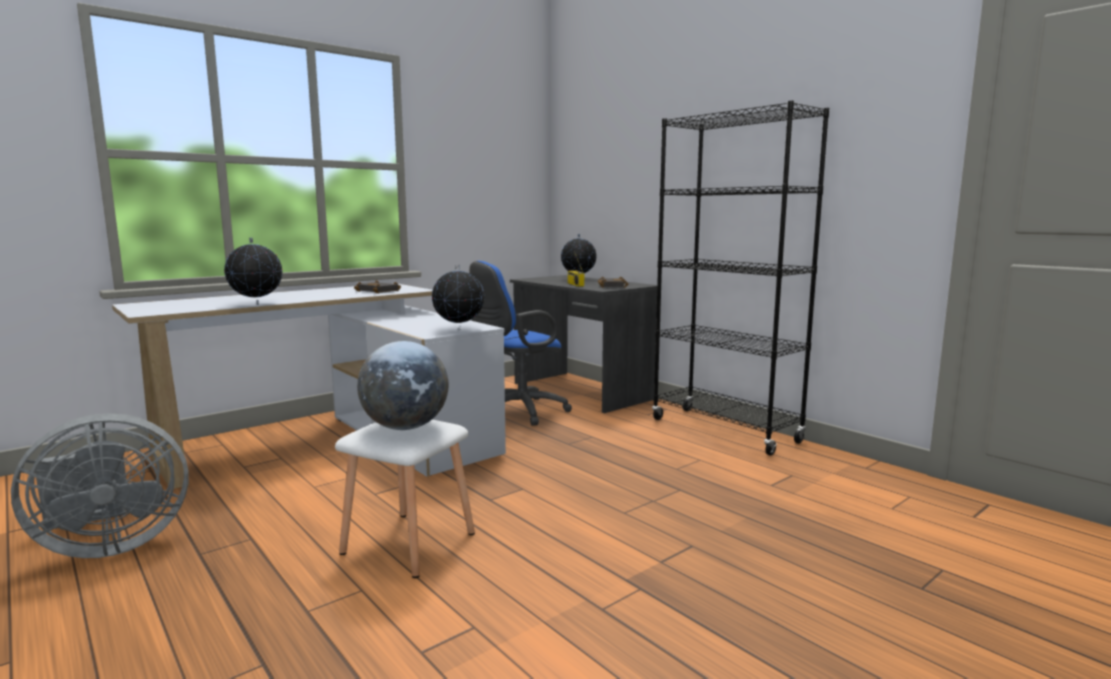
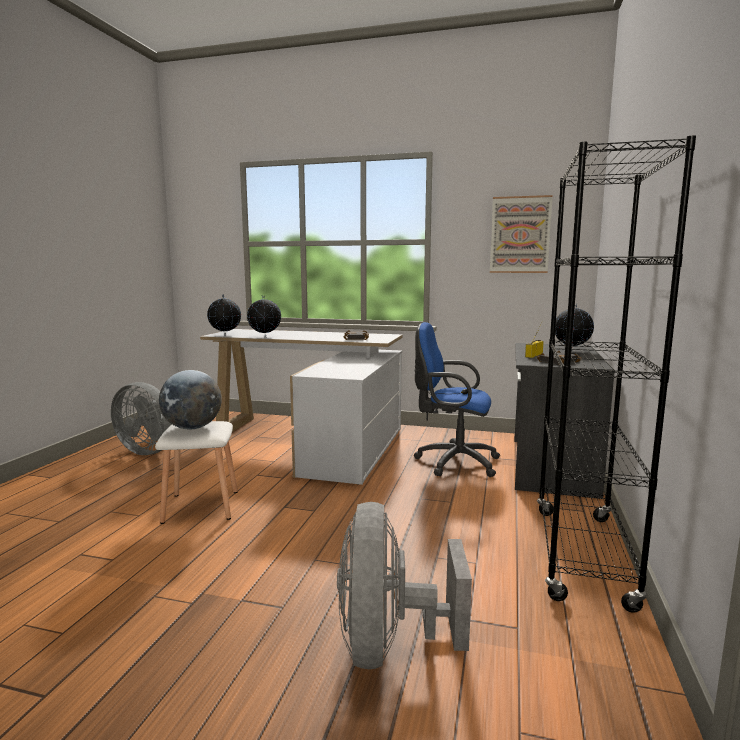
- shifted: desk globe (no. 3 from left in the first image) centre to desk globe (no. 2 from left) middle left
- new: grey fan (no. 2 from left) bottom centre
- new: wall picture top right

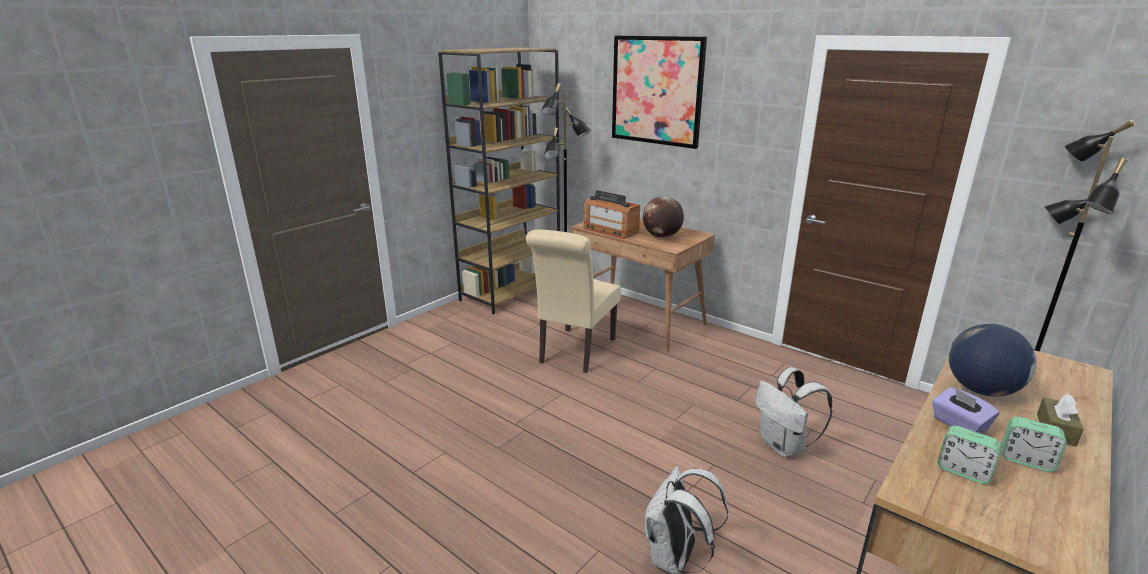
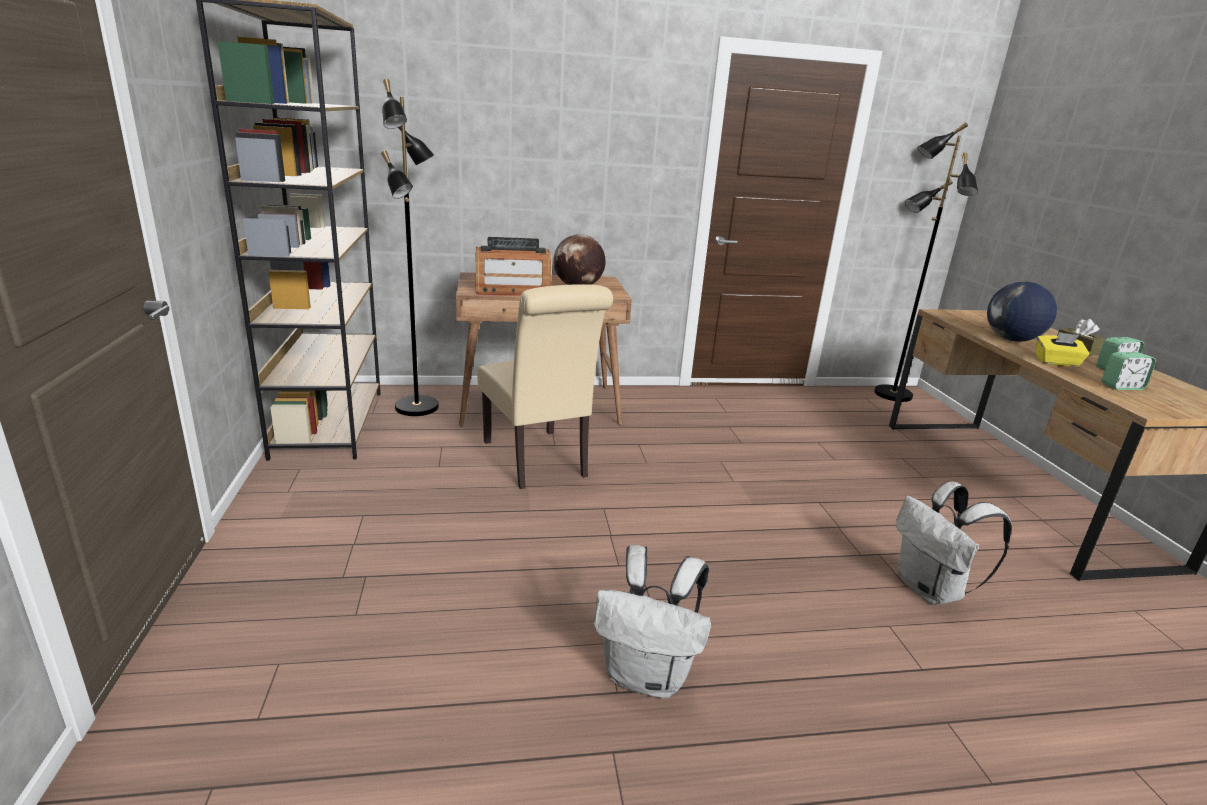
- shifted: white-coloured backpack (no. 2 from left in the first image) bottom right to white-coloured backpack (no. 1 from left) bottom centre
- repainted: purple box of tissues bottom right to yellowish box of tissues middle right
- gone: wall picture top centre

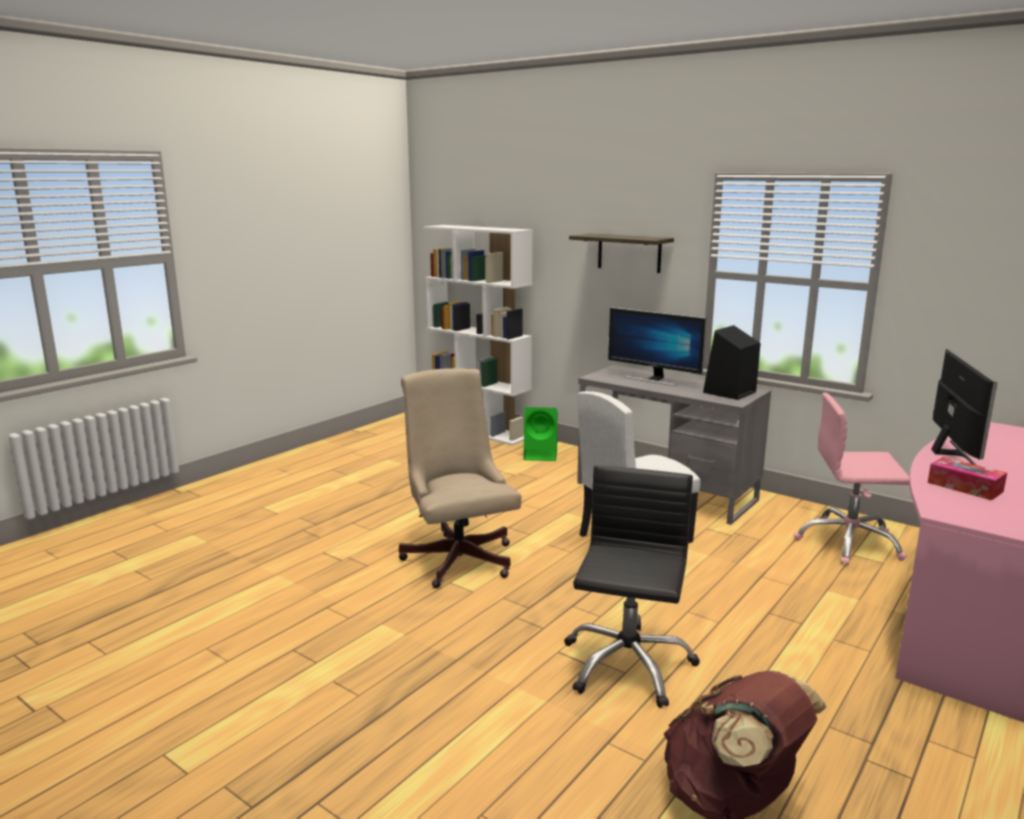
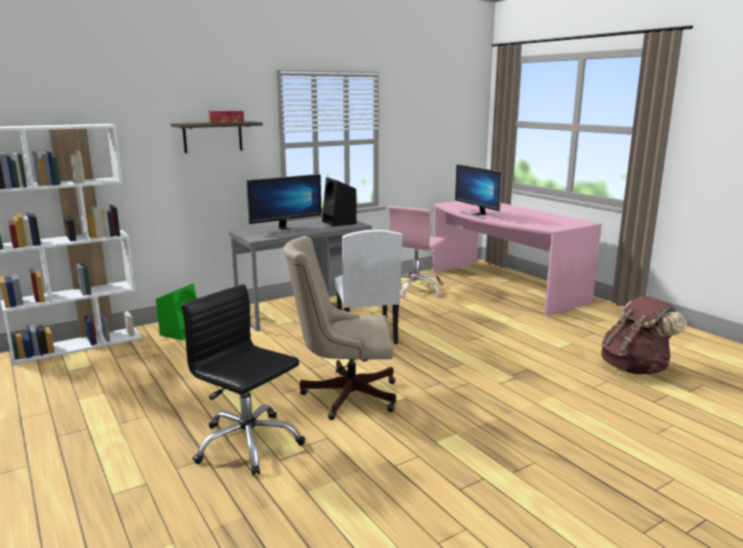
- shifted: blackish computer chair bottom centre to bottom left
- shifted: box of tissues middle right to top left
- rotated: computer display (no. 2 from left) middle right = centre 150 degrees counterclockwise

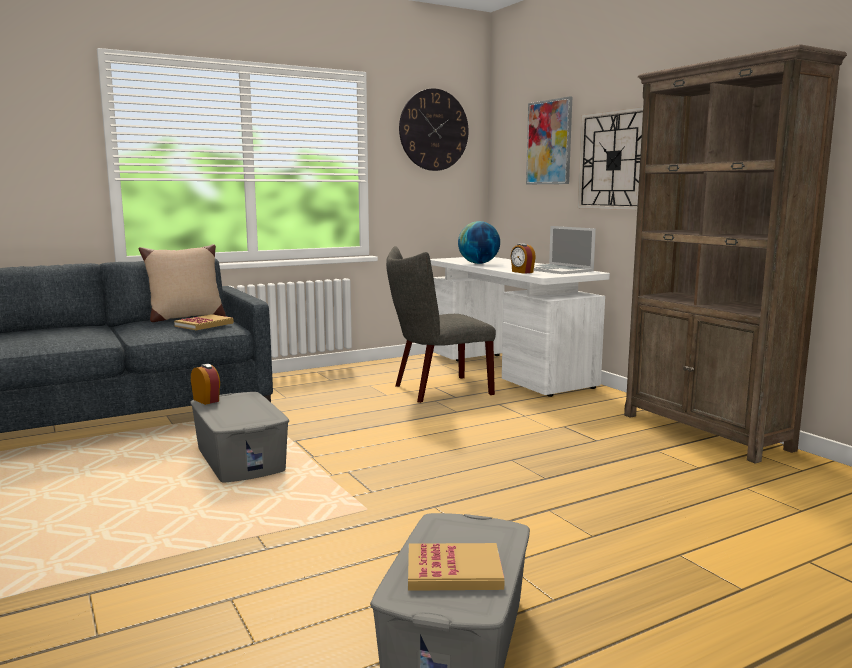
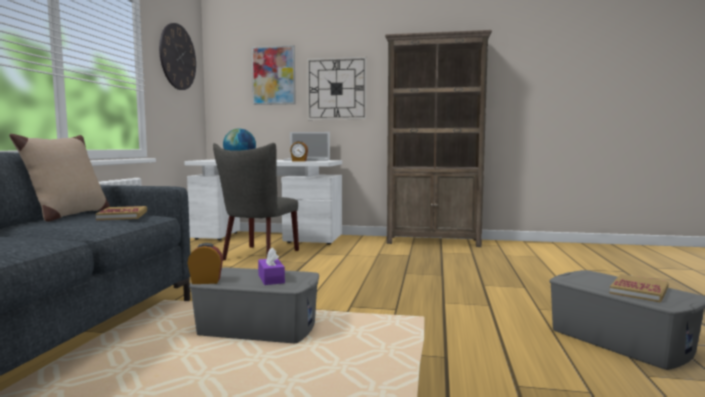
- new: purple box of tissues bottom centre

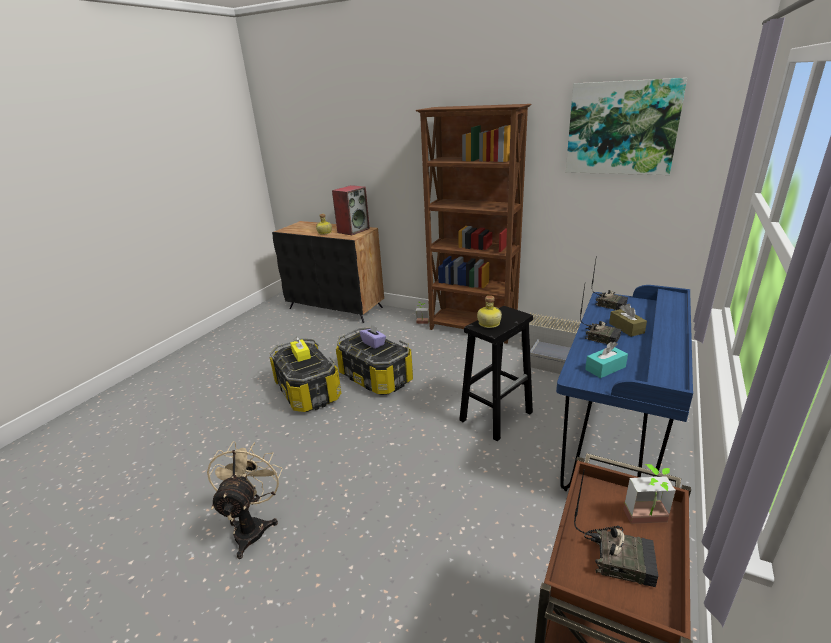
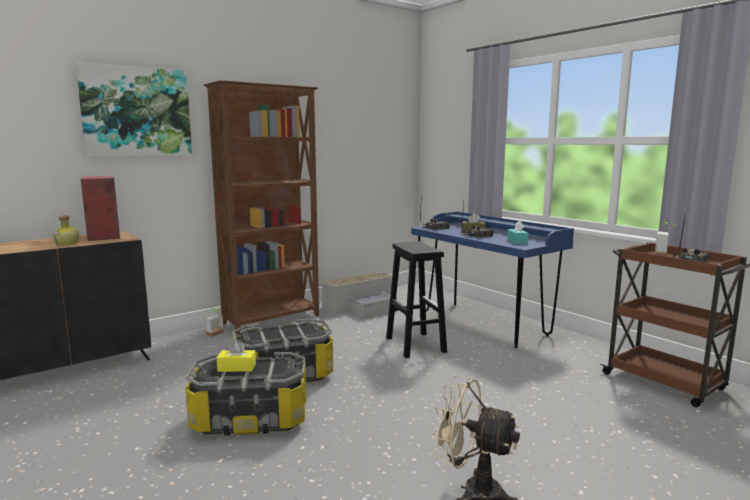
- shifted: wall picture top right to top left
- gone: purple box of tissues centre
- gone: drink bottle (no. 2 from left) centre

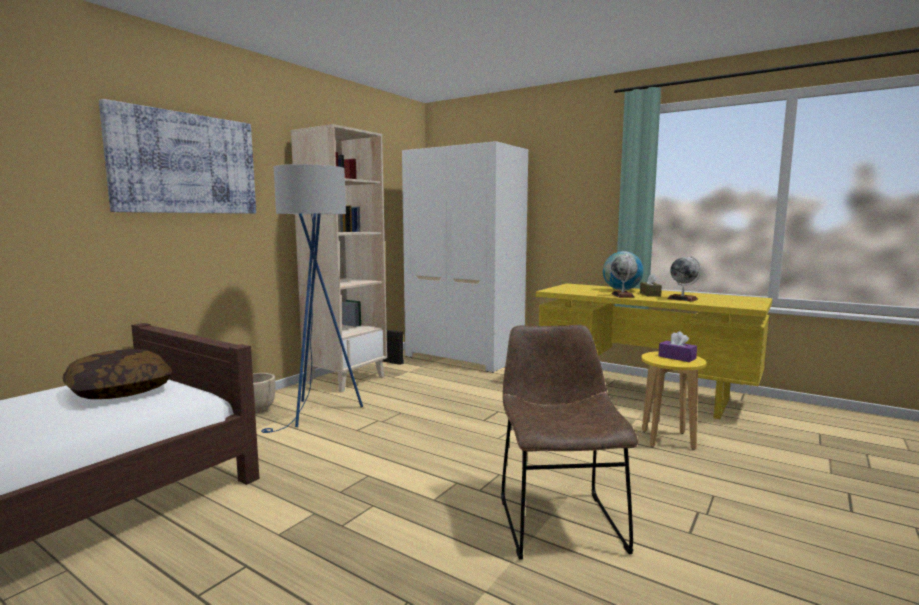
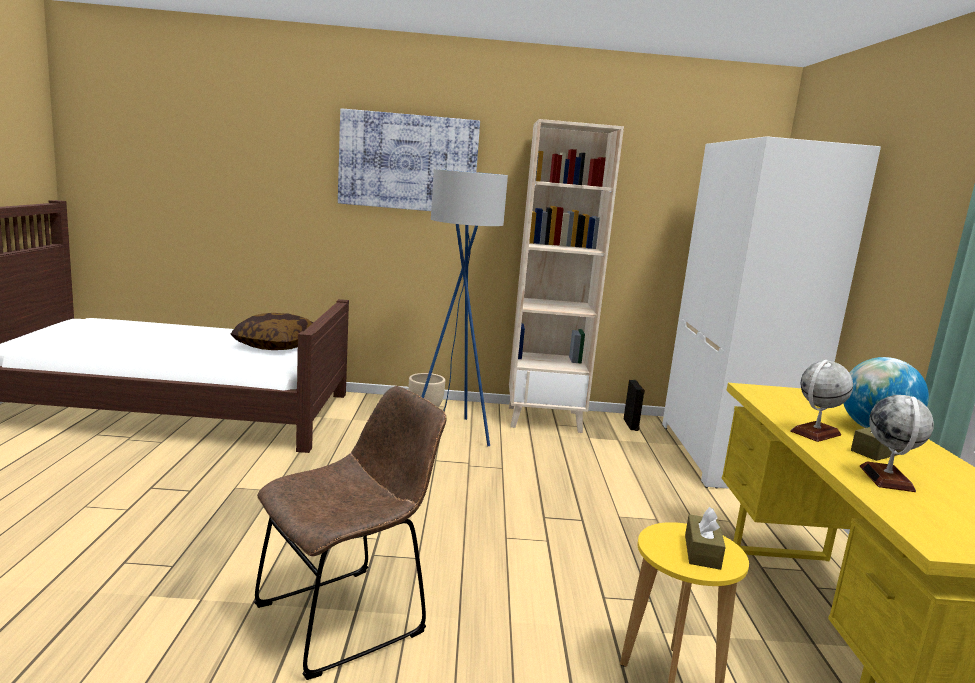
- repainted: purple box of tissues middle right to brown box of tissues (no. 1 from left) bottom right

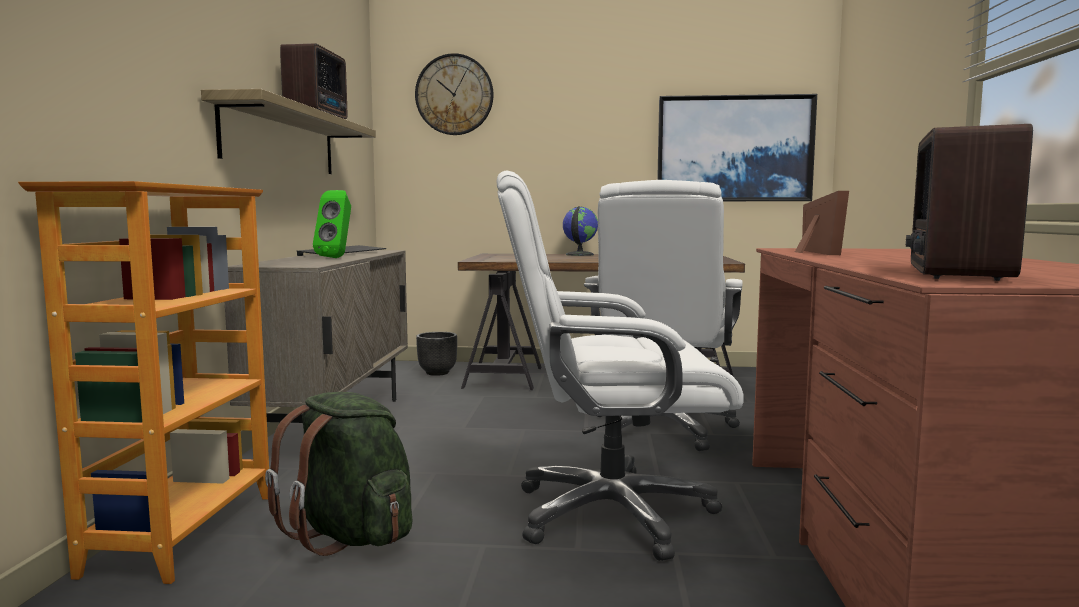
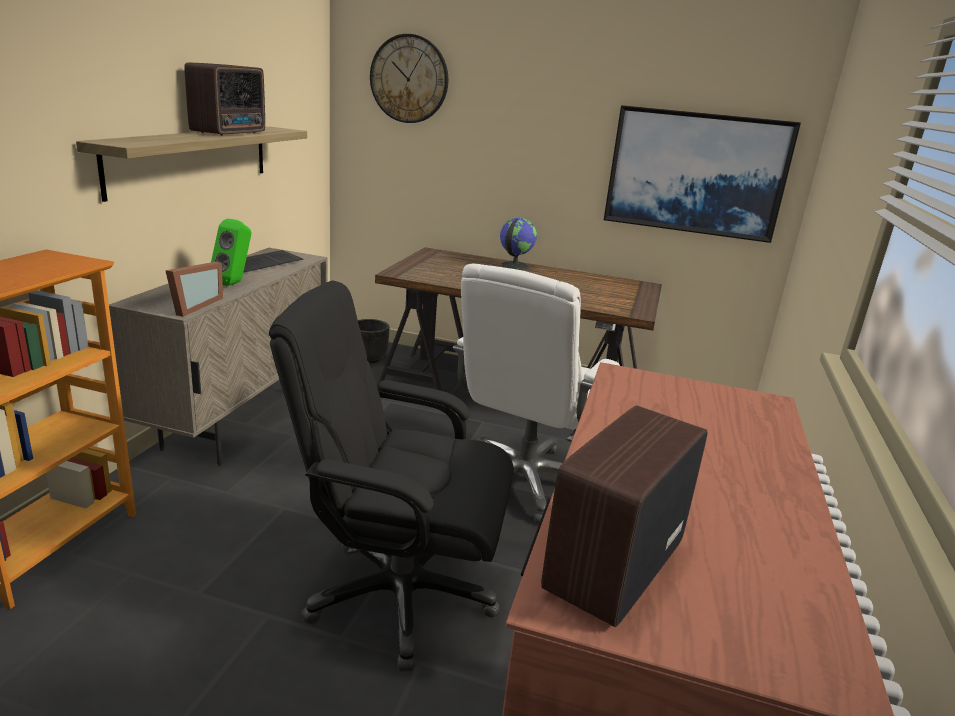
- shifted: standing frame middle right to middle left
- repainted: white-coloured computer chair (no. 1 from left) centre to blackish computer chair centre
- gone: green-coloured backpack bottom left

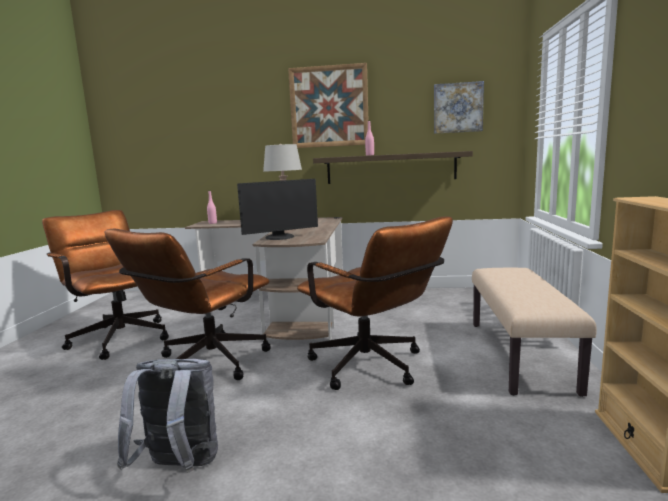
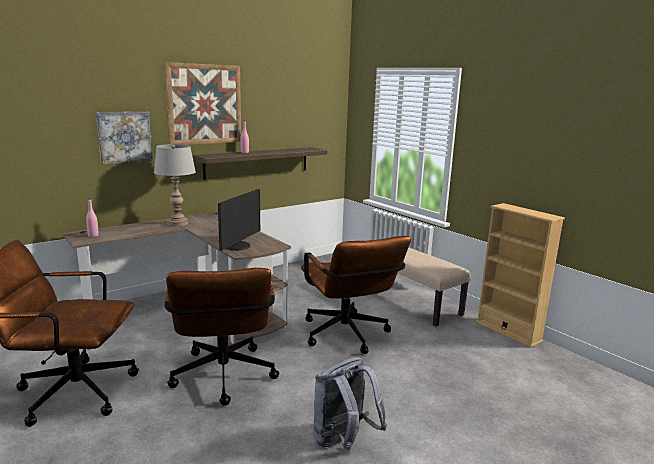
- shifted: wall picture (no. 2 from left in the first image) top right to wall picture (no. 1 from left) top left
- rotated: brown computer chair (no. 3 from left) centre = centre 60 degrees clockwise

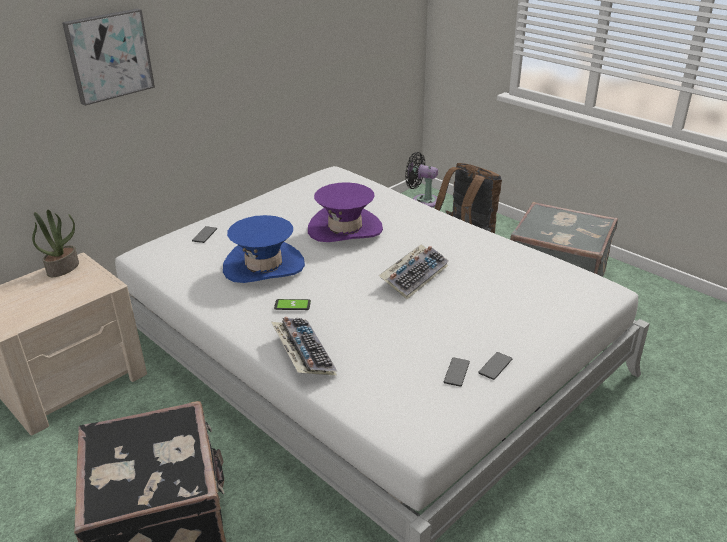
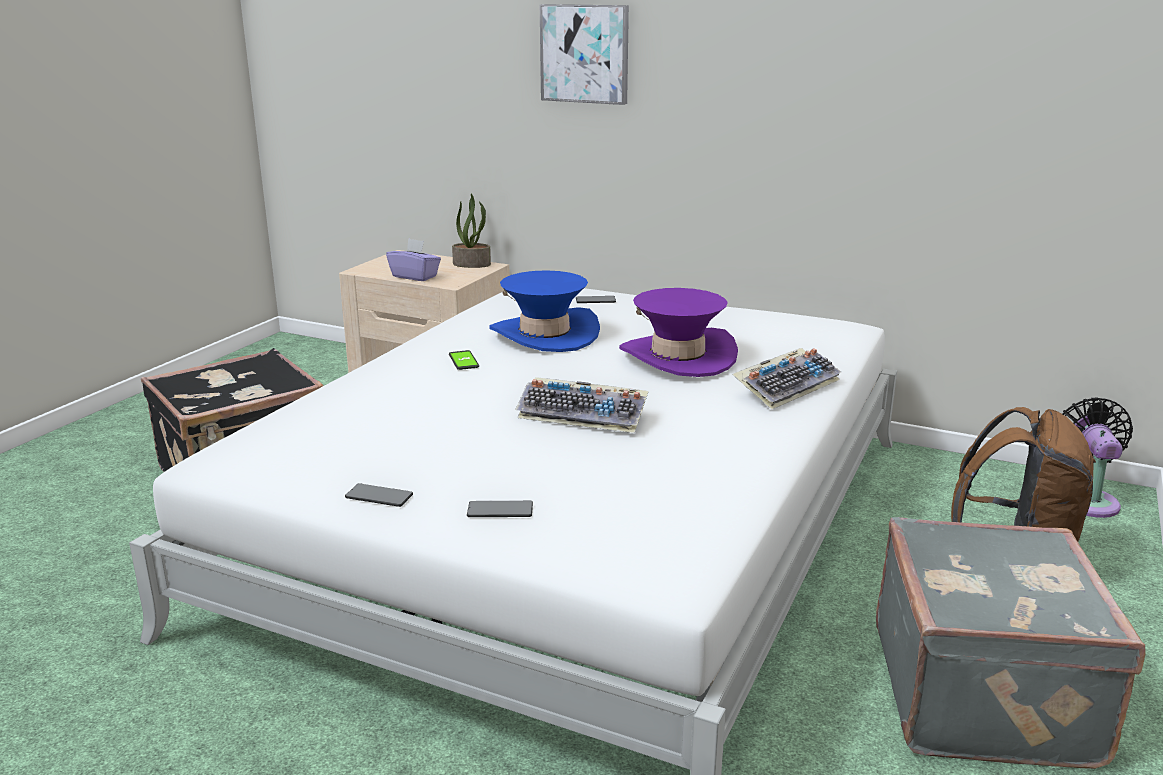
- new: purple box of tissues centre
- shifted: handset (no. 3 from left) bottom centre to centre
- shifted: keyboard (no. 1 from left in the first image) centre to keyboard (no. 2 from left) middle right

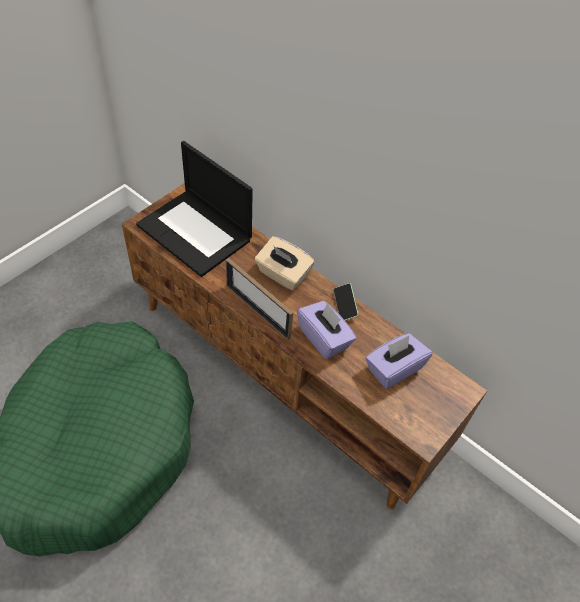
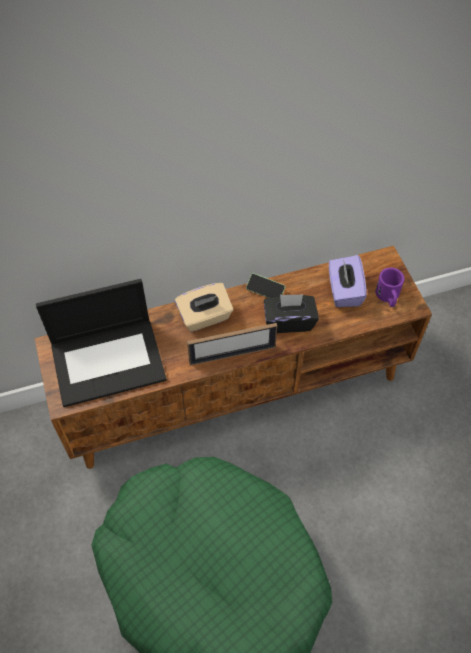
- repainted: purple box of tissues (no. 1 from left) centre to blackish box of tissues centre
- new: purple coffee mug middle right

